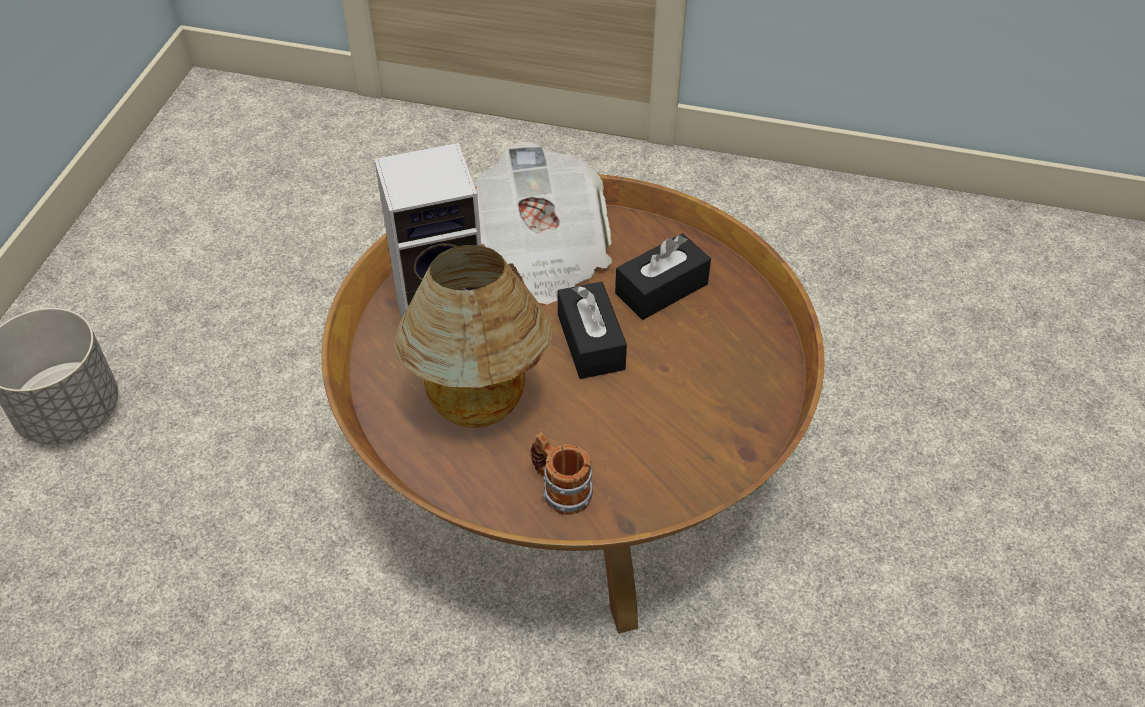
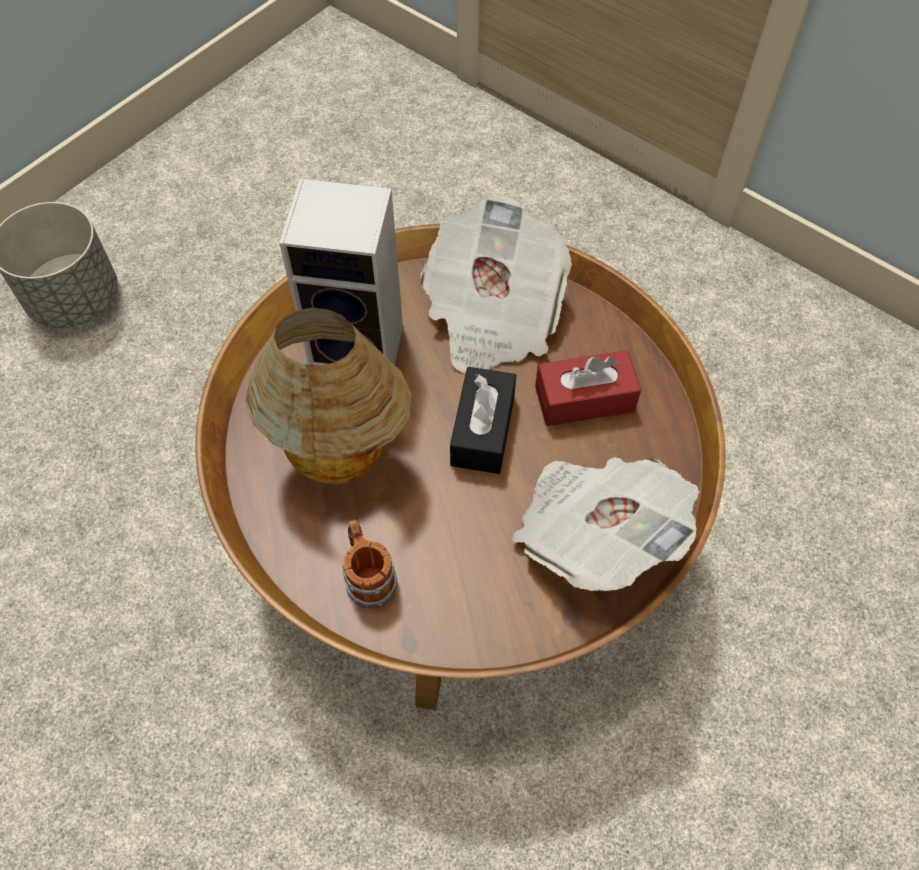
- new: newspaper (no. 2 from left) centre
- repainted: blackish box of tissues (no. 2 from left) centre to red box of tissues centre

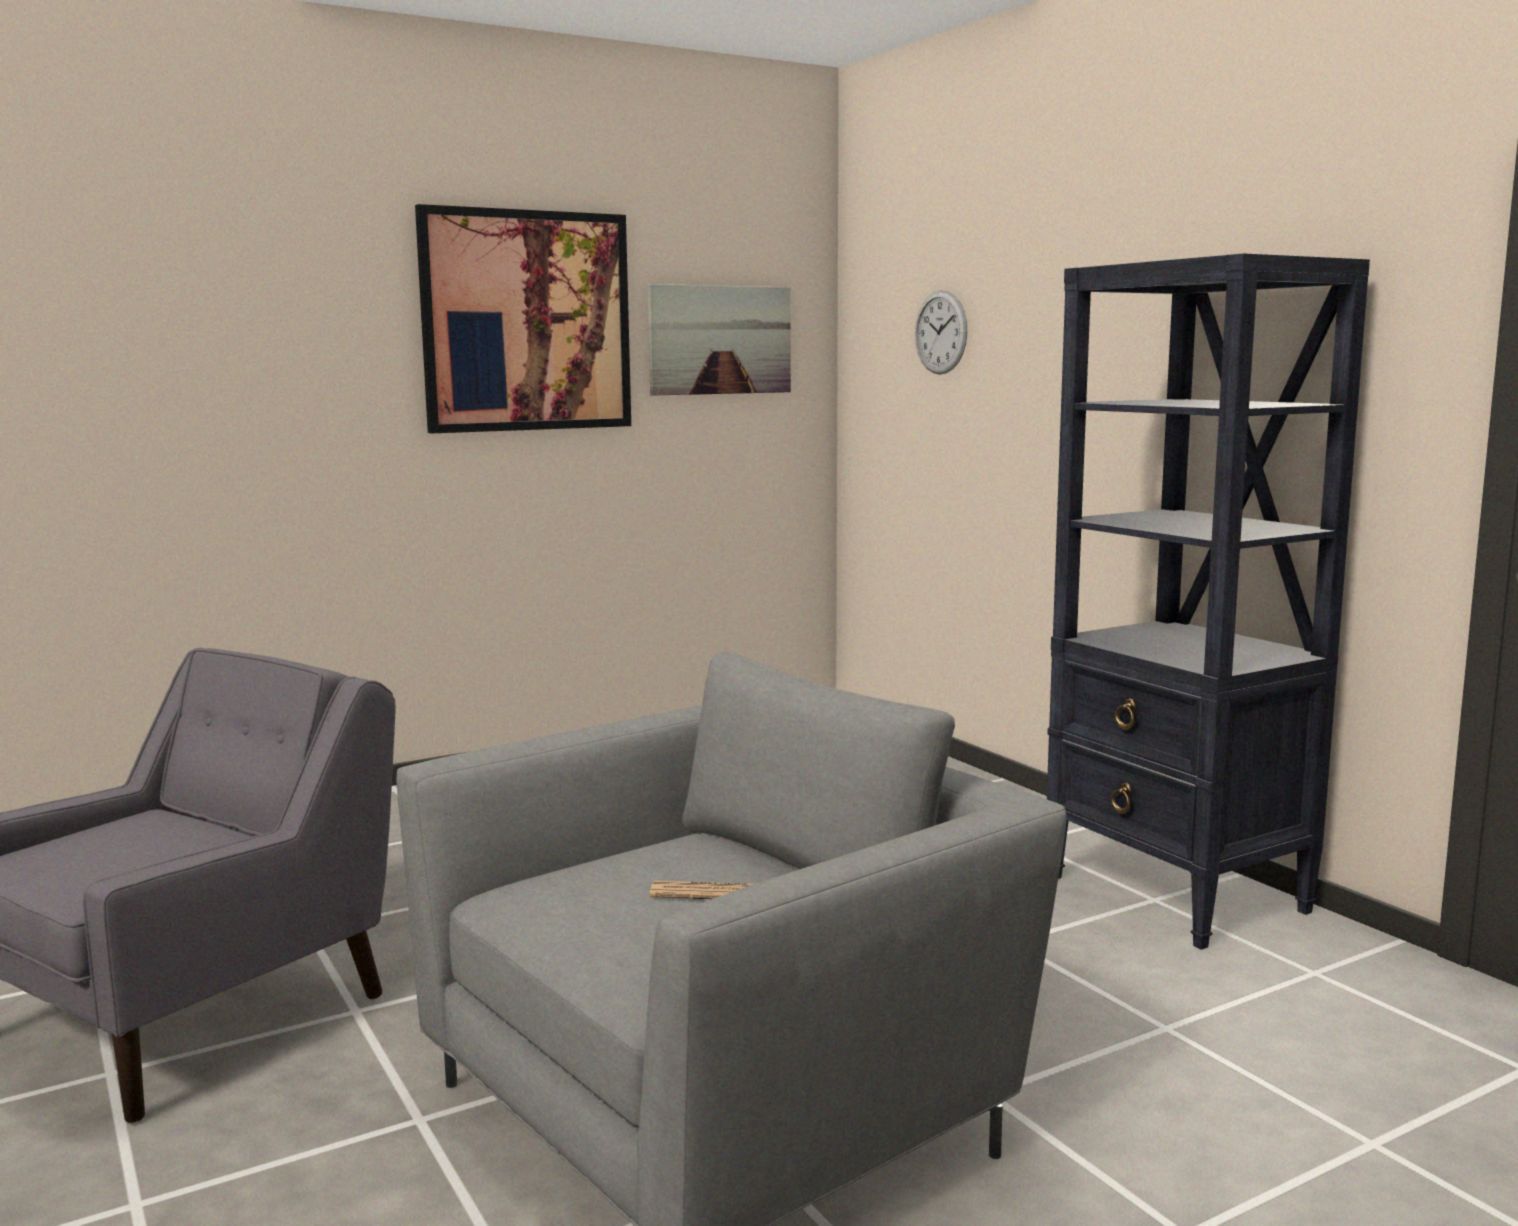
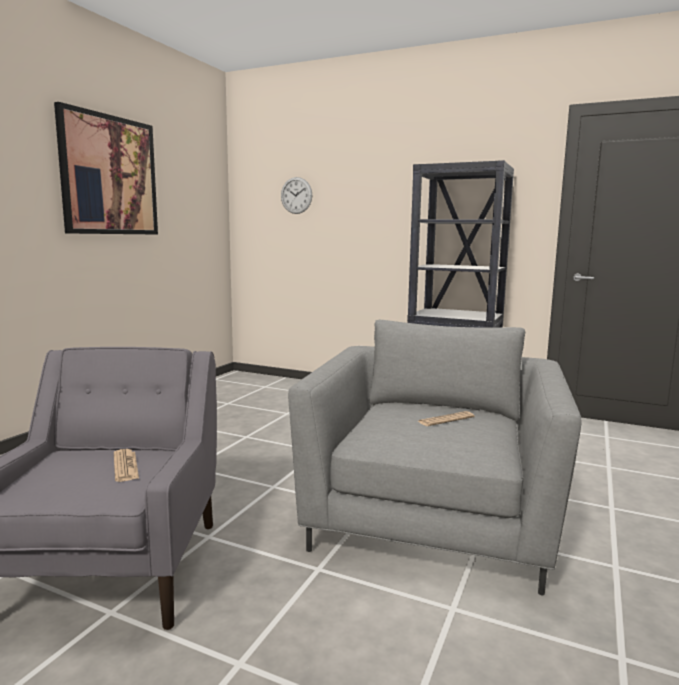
- new: newspaper (no. 1 from left) bottom left
- gone: wall picture (no. 2 from left) top centre

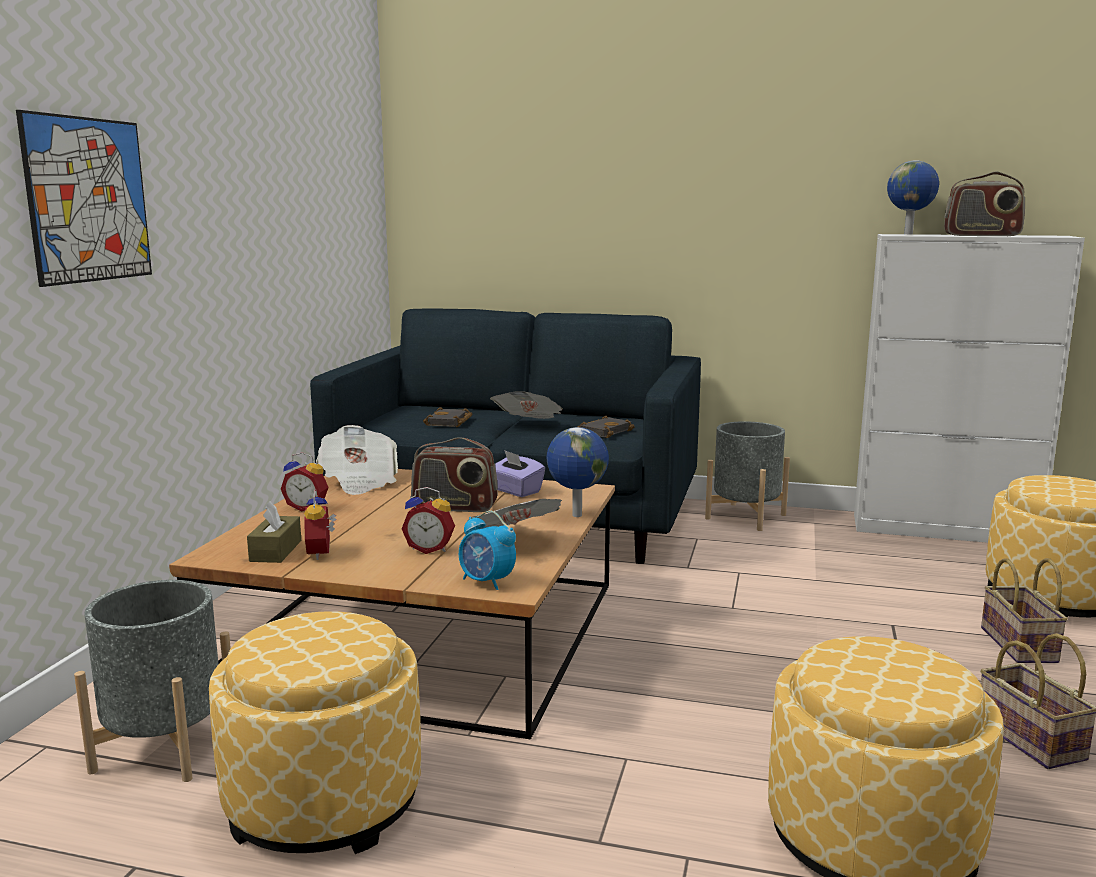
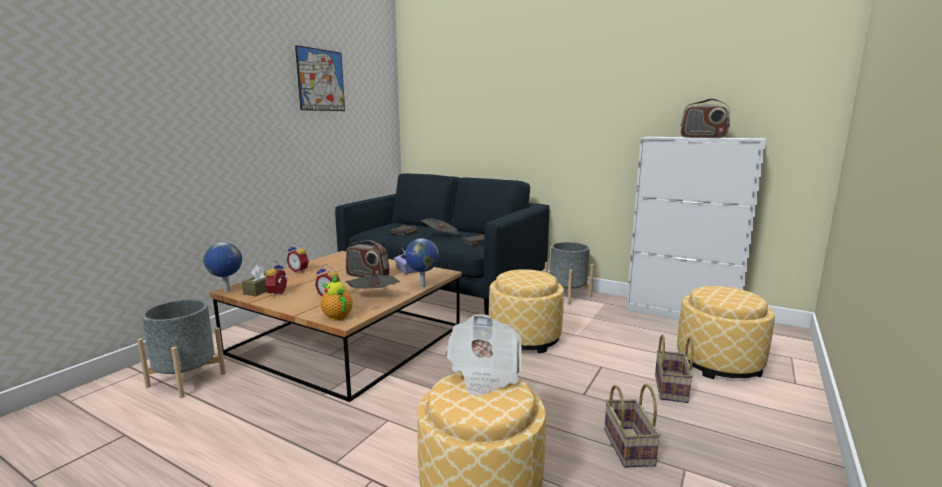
- shifted: desk globe (no. 2 from left in the first image) top right to desk globe (no. 1 from left) middle left
- shifted: wall picture top left to top centre
- swapped: alarm clock (no. 4 from left) centre to pot for tea centre
- shifted: newspaper (no. 1 from left in the first image) middle left to newspaper (no. 3 from left) bottom centre
- shifted: footrest (no. 1 from left in the first image) bottom left to footrest (no. 2 from left) centre

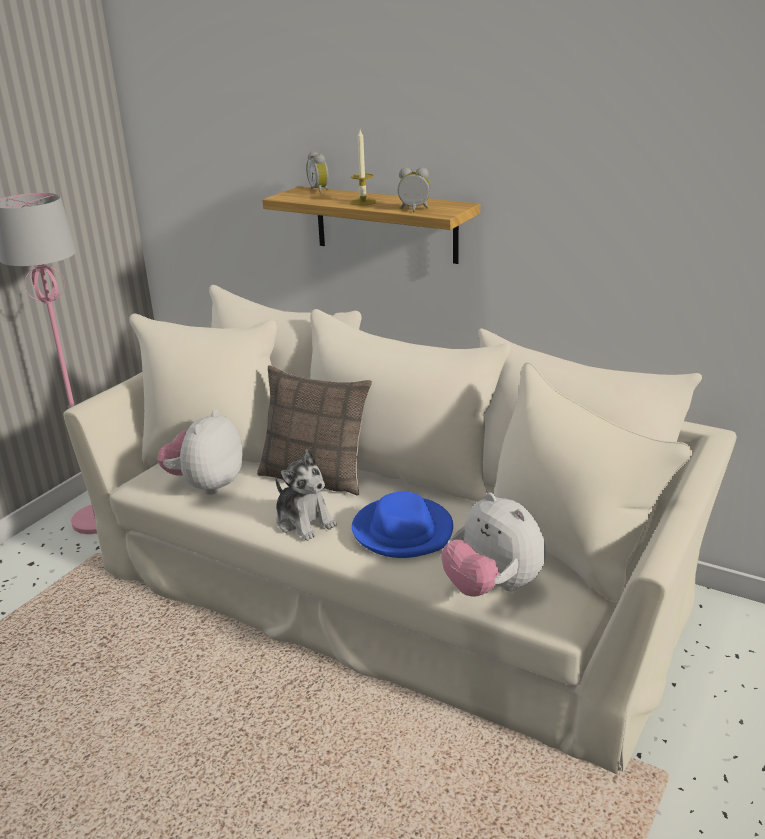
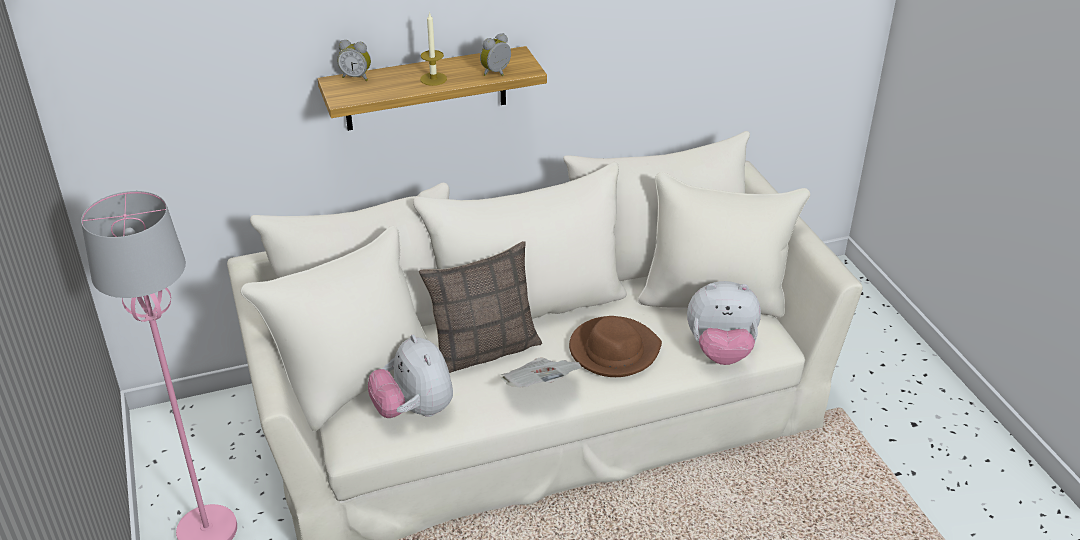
- swapped: soft toy (no. 2 from left) centre to newspaper bottom centre
- repainted: blue-coloured hat centre to brown hat centre

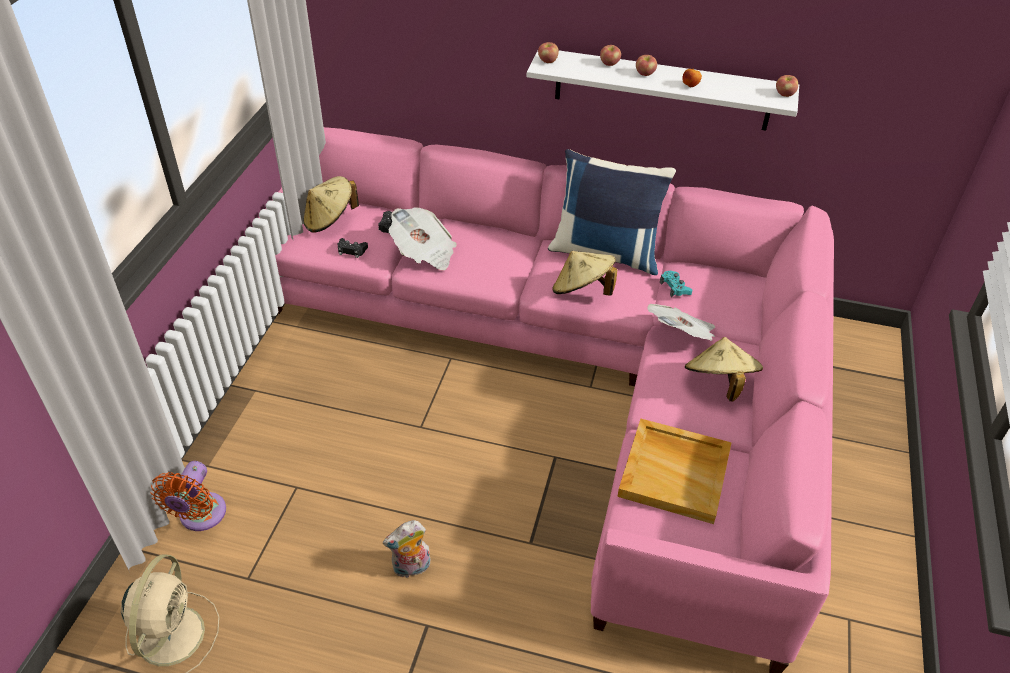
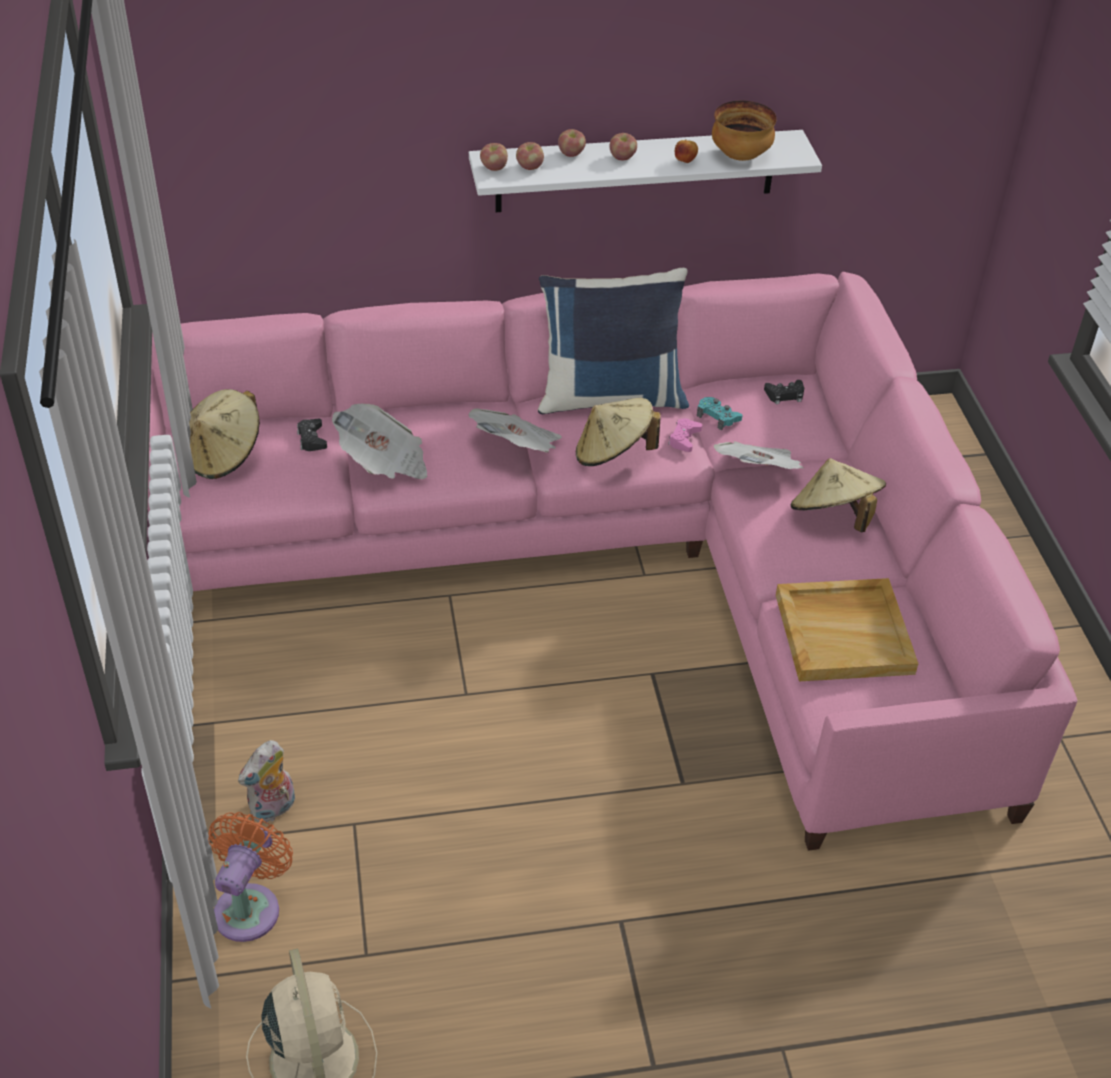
- rotated: orangey fan bottom left = bottom left 150 degrees counterclockwise
- shifted: soft toy bottom centre to bottom left
- new: newspaper (no. 2 from left) centre
- shifted: whole apple (no. 5 from left in the first image) top right to whole apple (no. 2 from left) top centre
- new: pink-coloured game controller centre
- new: serving bowl top right
- shifted: blackish game controller (no. 1 from left in the first image) centre to blackish game controller (no. 2 from left) middle right

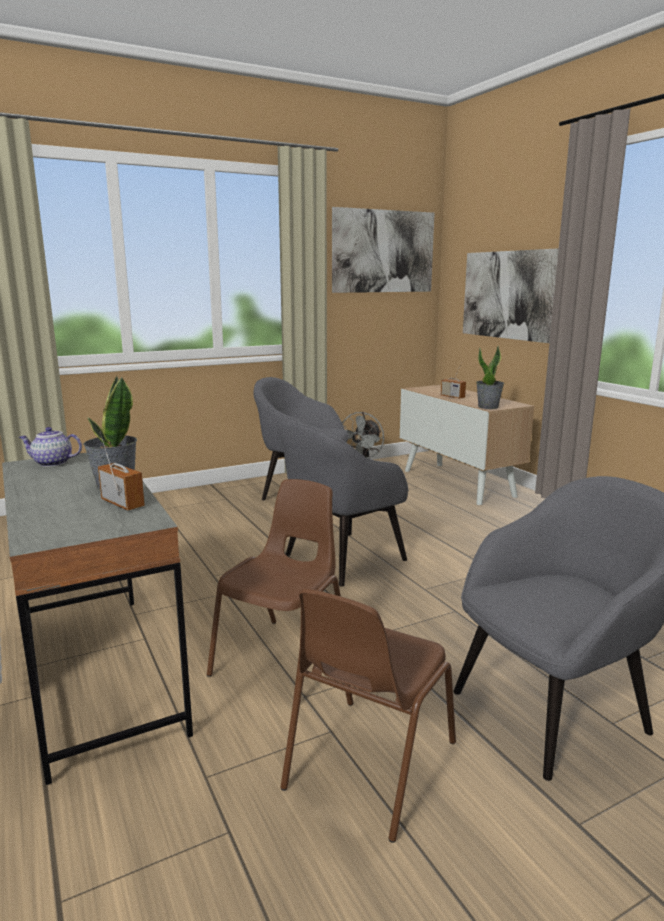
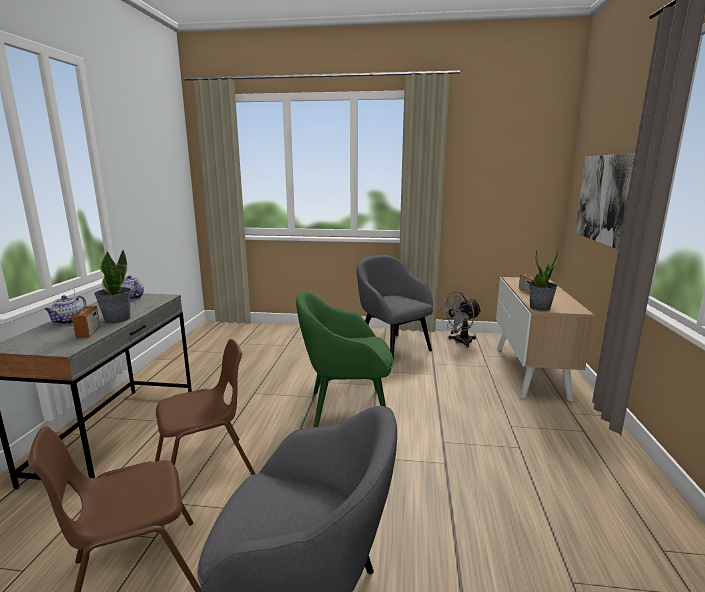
- new: pot for tea (no. 1 from left) middle left
- repainted: grey easy chair (no. 2 from left) centre to green-coloured easy chair centre
- gone: wall picture (no. 1 from left) top centre

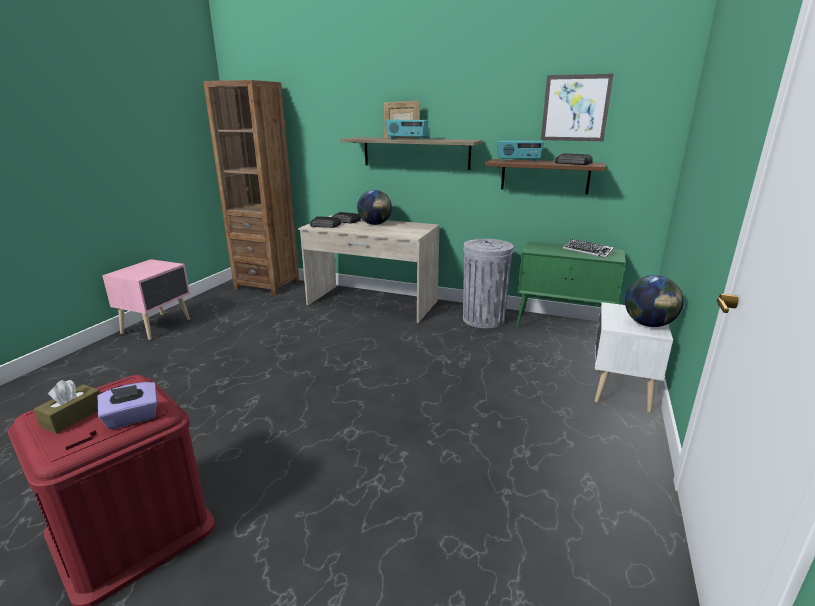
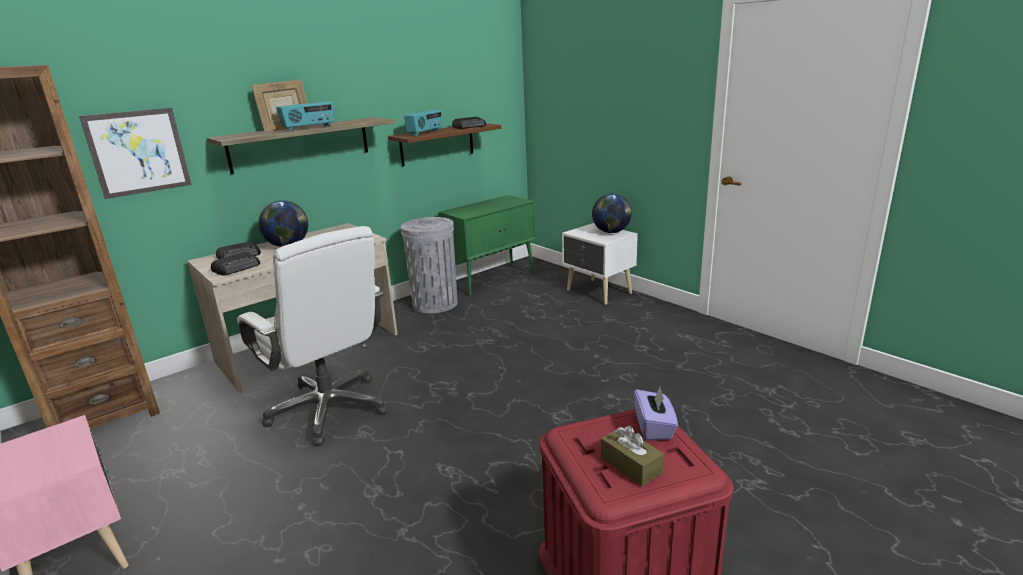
- shifted: wall picture top right to top left
- new: white-coloured computer chair middle left
- gone: keyboard middle right

